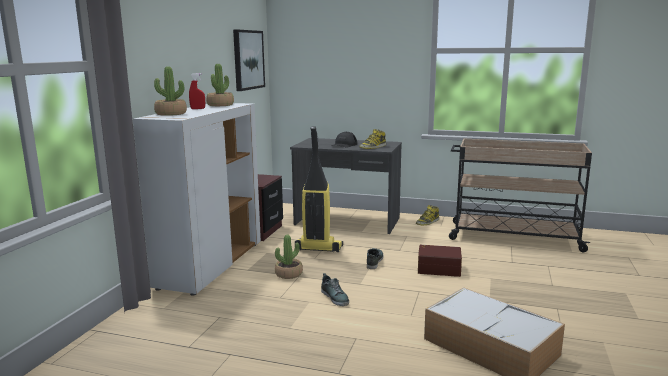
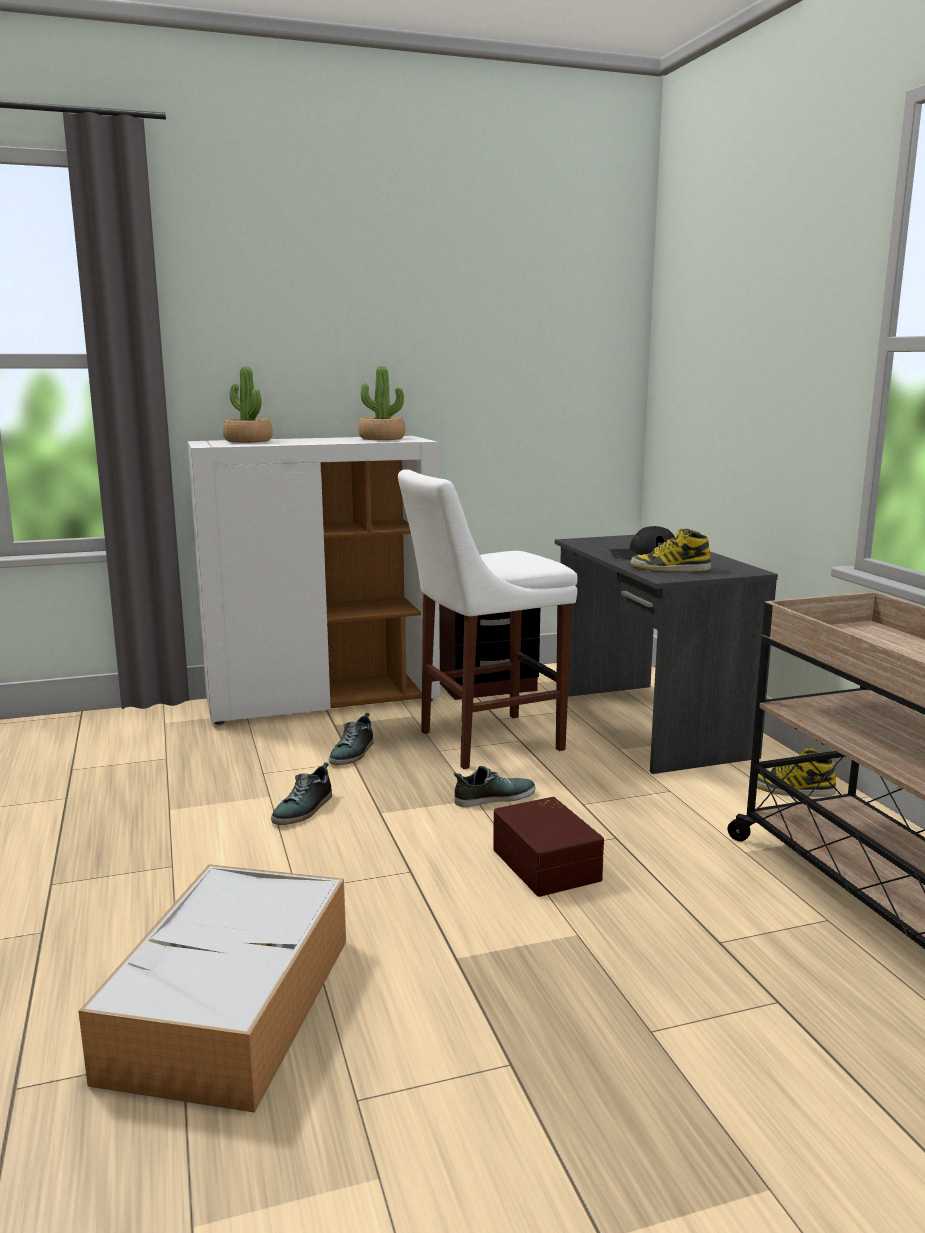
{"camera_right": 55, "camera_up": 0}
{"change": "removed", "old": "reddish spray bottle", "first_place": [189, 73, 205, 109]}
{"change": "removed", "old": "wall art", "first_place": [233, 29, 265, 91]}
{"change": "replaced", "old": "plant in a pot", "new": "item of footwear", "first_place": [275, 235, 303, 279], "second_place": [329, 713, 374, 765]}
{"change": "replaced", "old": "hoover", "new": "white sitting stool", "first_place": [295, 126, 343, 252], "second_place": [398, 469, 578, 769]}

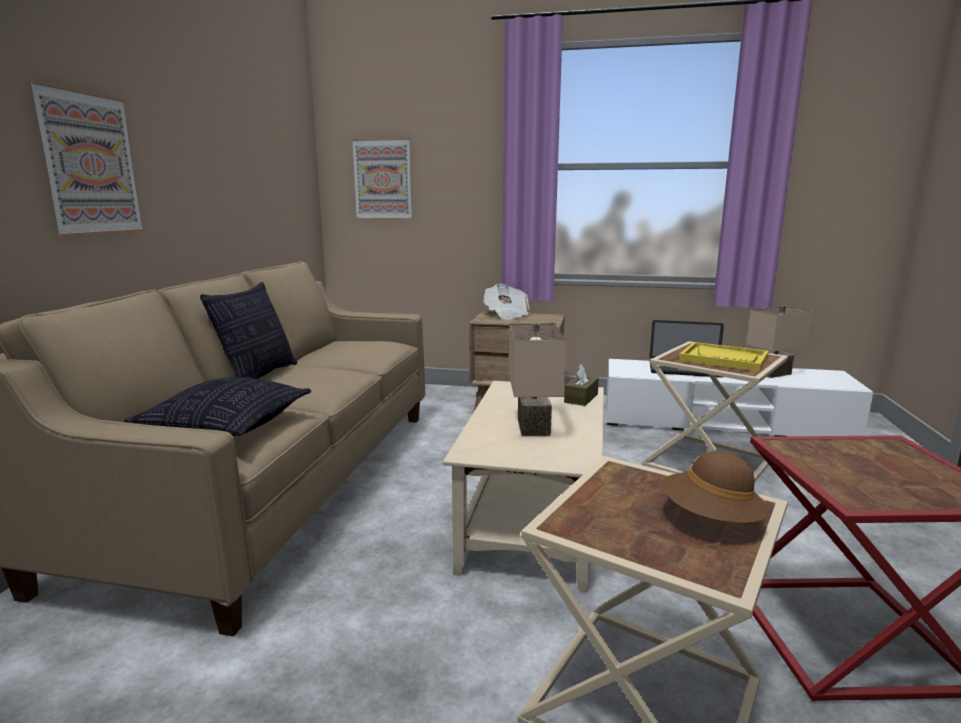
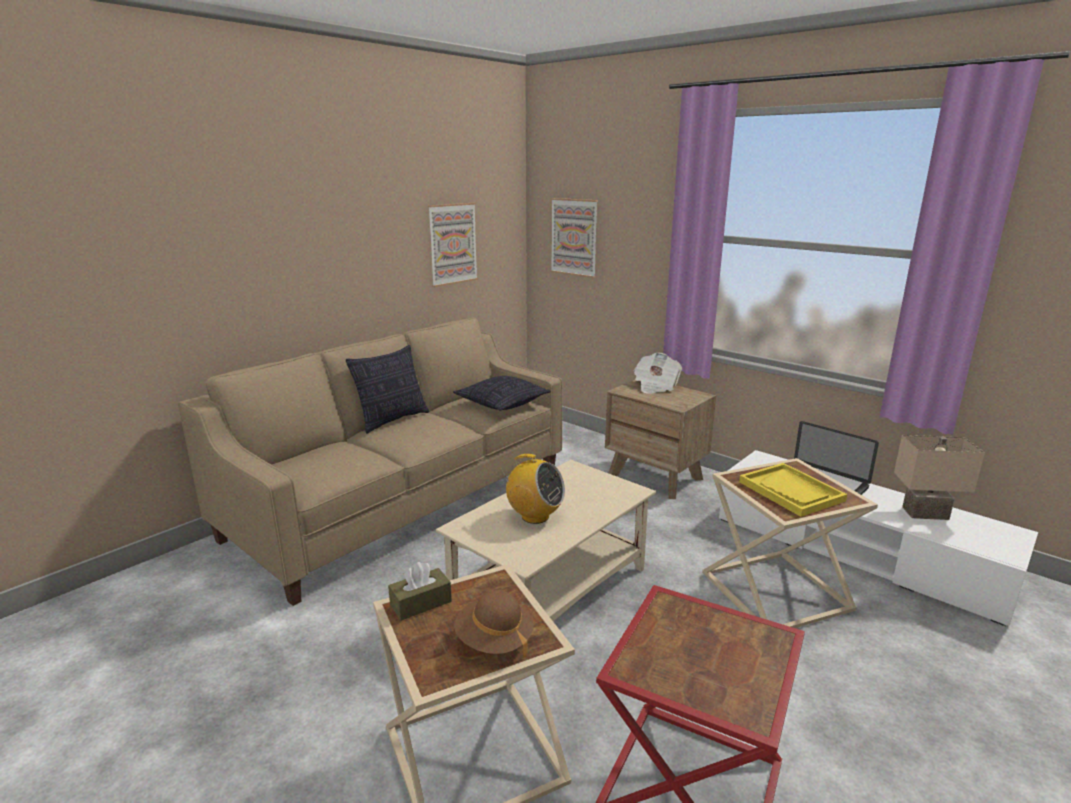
{"camera_right": 30, "camera_up": 5}
{"change": "moved", "old": "wall art", "first_place": [28, 80, 145, 237], "second_place": [428, 203, 478, 287]}
{"change": "moved", "old": "pillow", "first_place": [124, 377, 311, 436], "second_place": [453, 376, 551, 410]}
{"change": "replaced", "old": "beige table lamp", "new": "radio receiver", "first_place": [509, 323, 567, 436], "second_place": [500, 454, 565, 524]}
{"change": "moved", "old": "brownish tissue box", "first_place": [564, 364, 599, 406], "second_place": [388, 562, 452, 621]}

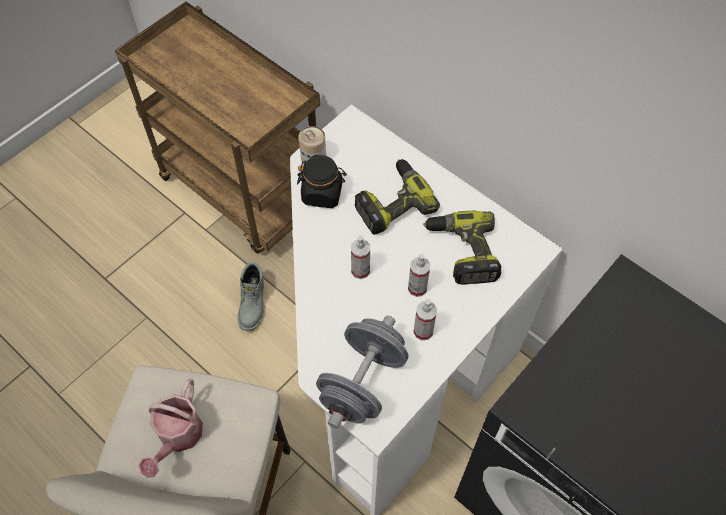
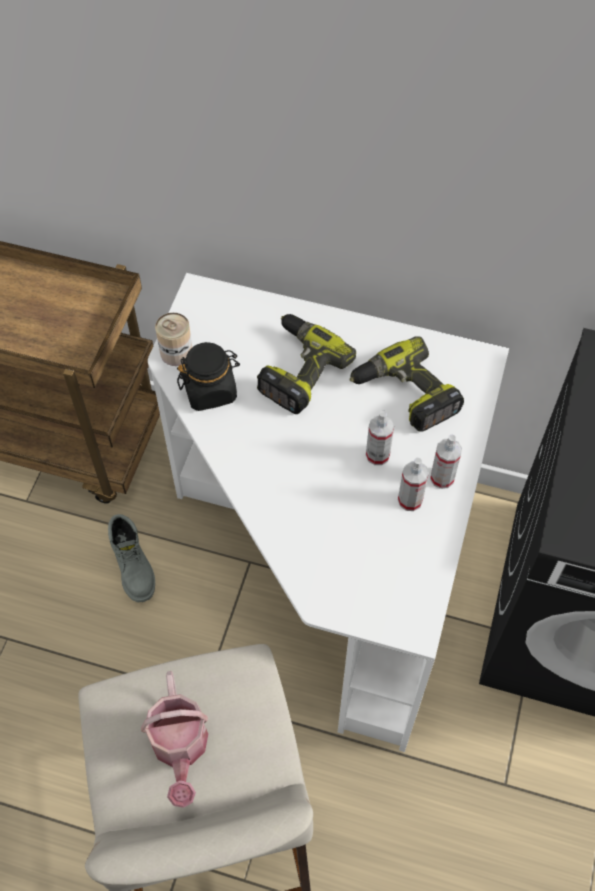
{"camera_right": -25, "camera_up": 0}
{"change": "removed", "old": "gray dumbbell", "first_place": [316, 315, 408, 429]}
{"change": "moved", "old": "spray bottle", "first_place": [351, 235, 370, 279], "second_place": [430, 435, 462, 489]}

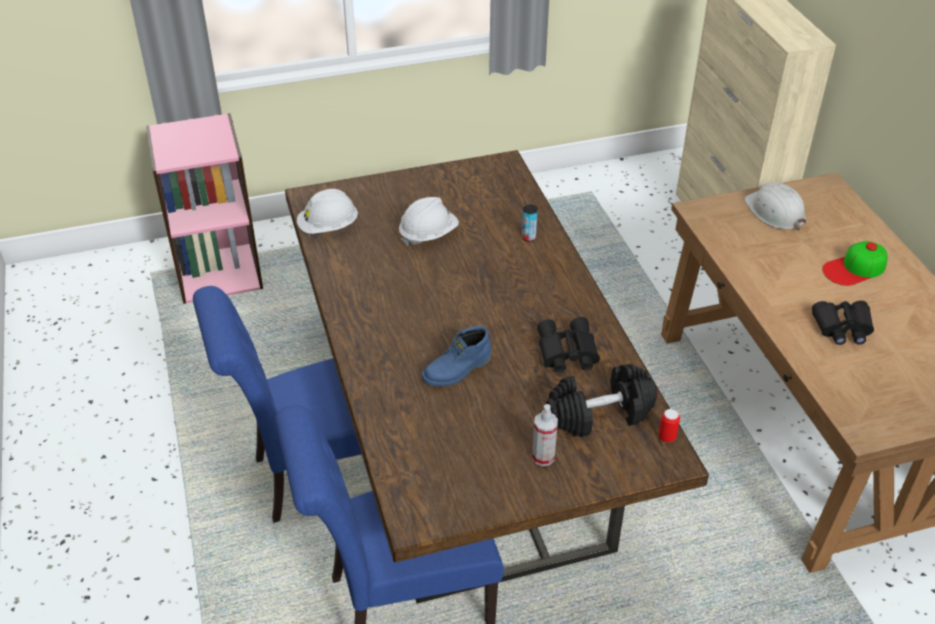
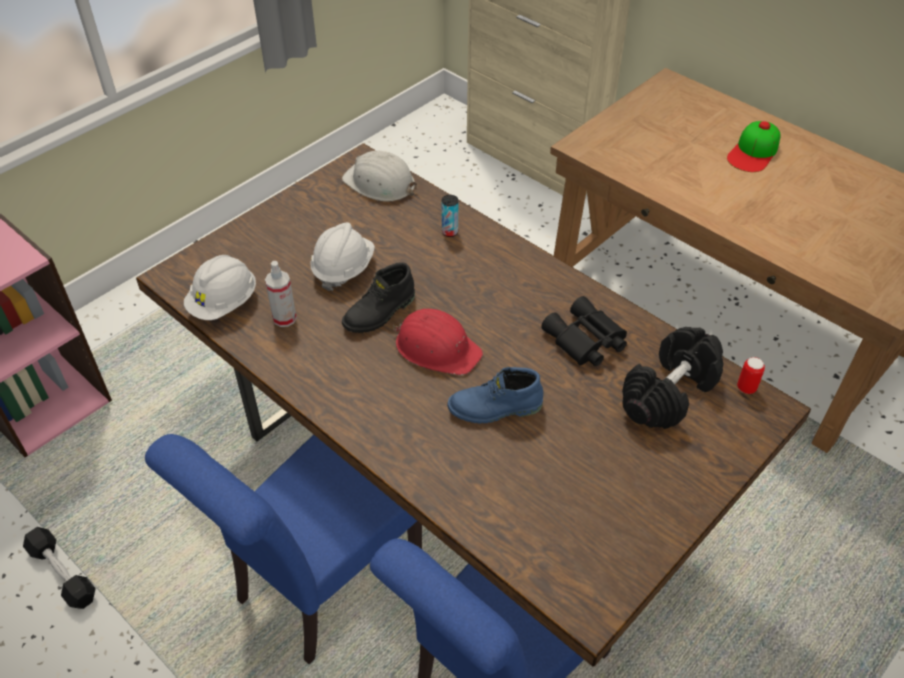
{"camera_right": -30, "camera_up": 5}
{"change": "turned", "old": "blue high-top boot", "first_place": [422, 326, 491, 387], "second_place": [447, 367, 543, 423], "degrees": 60}
{"change": "moved", "old": "spray bottle", "first_place": [532, 404, 558, 466], "second_place": [265, 261, 297, 327]}
{"change": "moved", "old": "white work helmet", "first_place": [744, 183, 806, 230], "second_place": [342, 150, 418, 202]}
{"change": "removed", "old": "blackish binoculars", "first_place": [812, 301, 874, 345]}
{"change": "added", "new": "blackish dumbbell", "second_place": [23, 527, 95, 609]}
{"change": "added", "new": "blackish high-top boot", "second_place": [342, 262, 415, 333]}
{"change": "added", "new": "reddish work helmet", "second_place": [393, 309, 483, 375]}

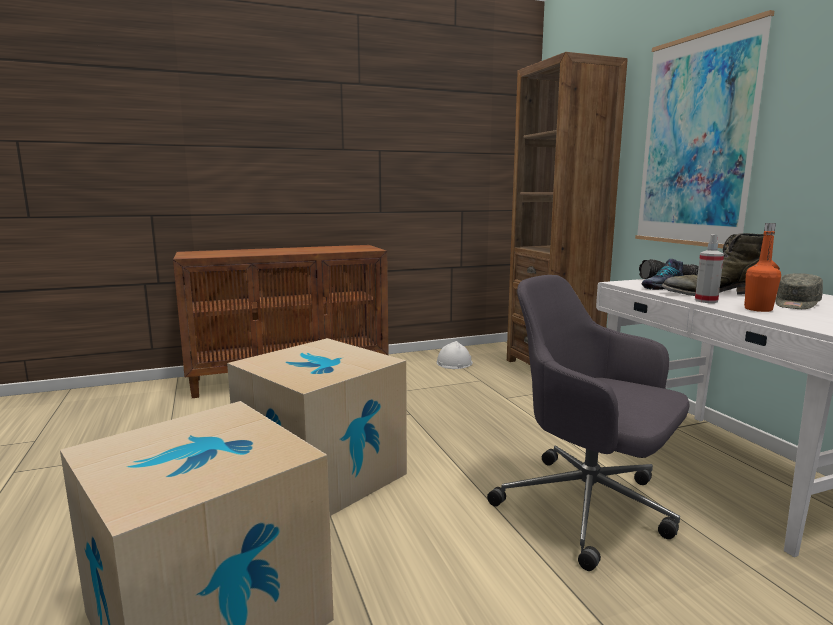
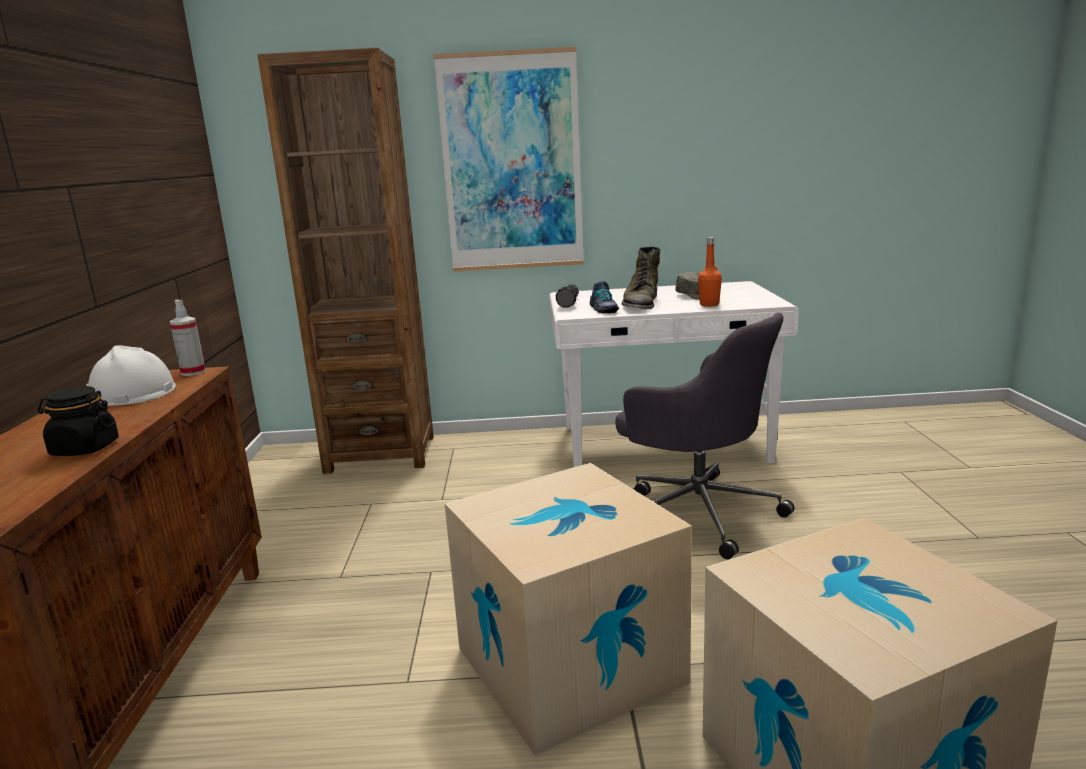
{"camera_right": -70, "camera_up": 5}
{"change": "moved", "old": "white work helmet", "first_place": [437, 341, 473, 369], "second_place": [86, 345, 176, 406]}
{"change": "turned", "old": "gray office chair", "first_place": [487, 275, 690, 571], "second_place": [615, 313, 795, 560], "degrees": -105}
{"change": "moved", "old": "spray bottle", "first_place": [695, 234, 724, 303], "second_place": [170, 300, 206, 376]}
{"change": "added", "new": "blackish jar", "second_place": [38, 386, 119, 456]}

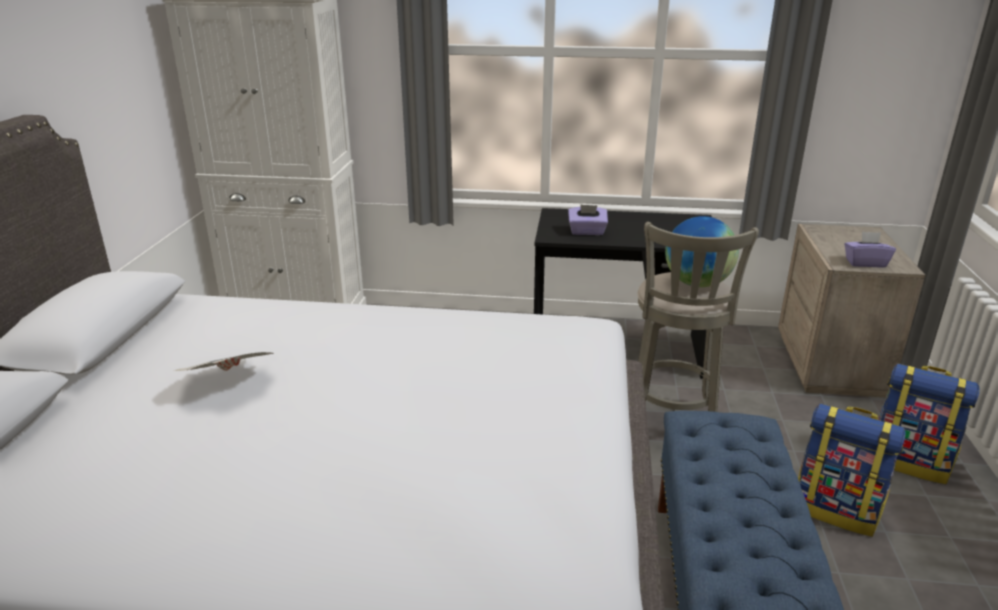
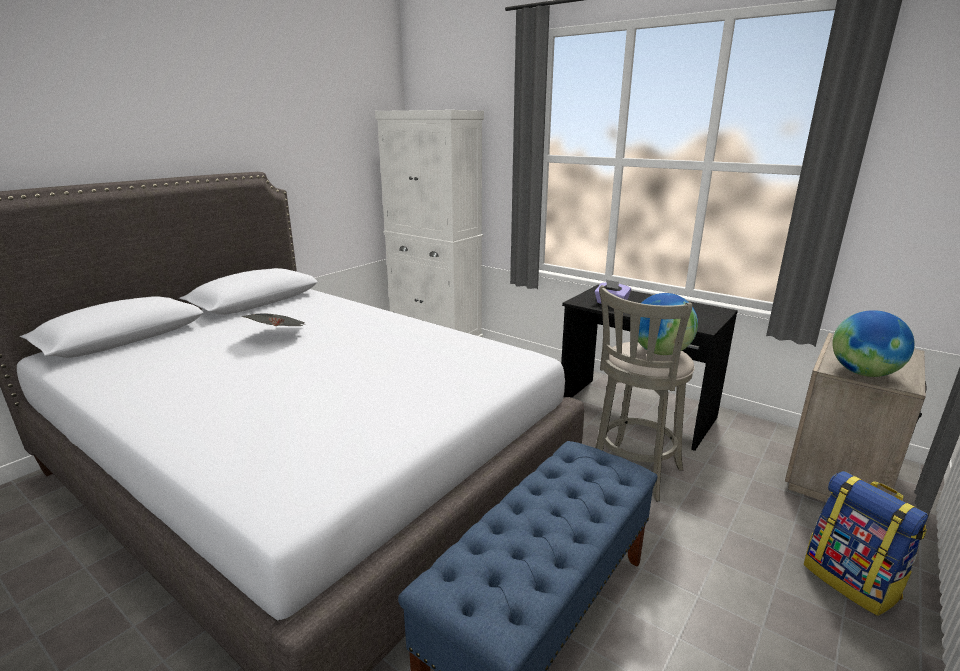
{"camera_right": 30, "camera_up": -5}
{"change": "removed", "old": "backpack", "first_place": [798, 403, 905, 537]}
{"change": "replaced", "old": "purple-coloured tissue box", "new": "globe", "first_place": [845, 231, 896, 268], "second_place": [832, 310, 915, 377]}

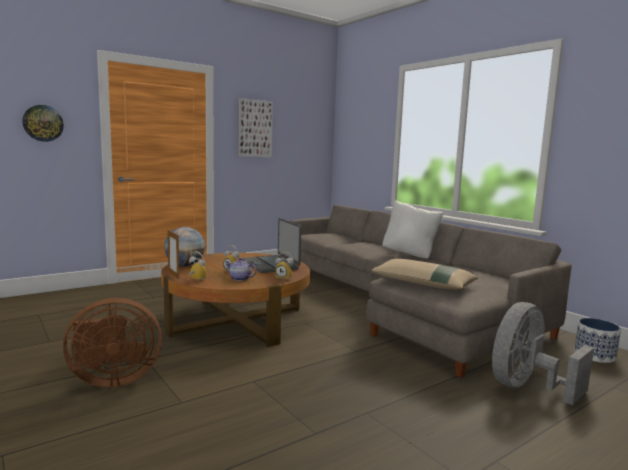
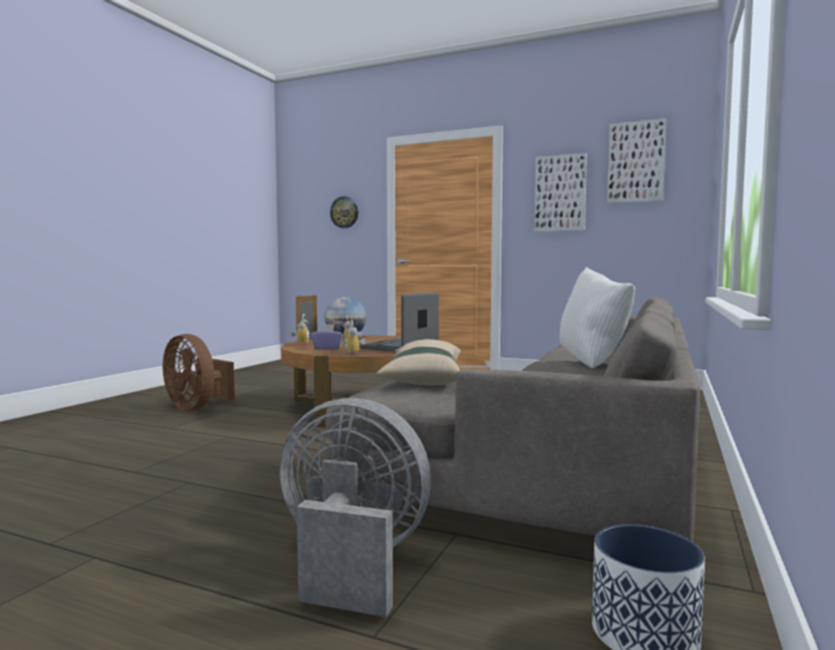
{"camera_right": 60, "camera_up": -5}
{"change": "replaced", "old": "pot for tea", "new": "purple-coloured tissue box", "first_place": [225, 258, 257, 281], "second_place": [311, 324, 343, 349]}
{"change": "added", "new": "wall art", "second_place": [607, 118, 666, 203]}

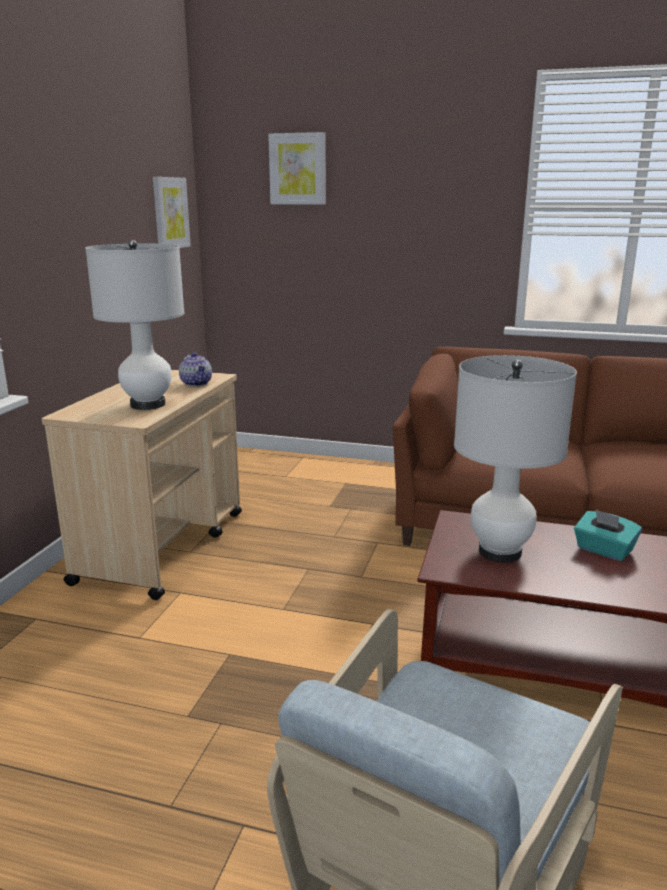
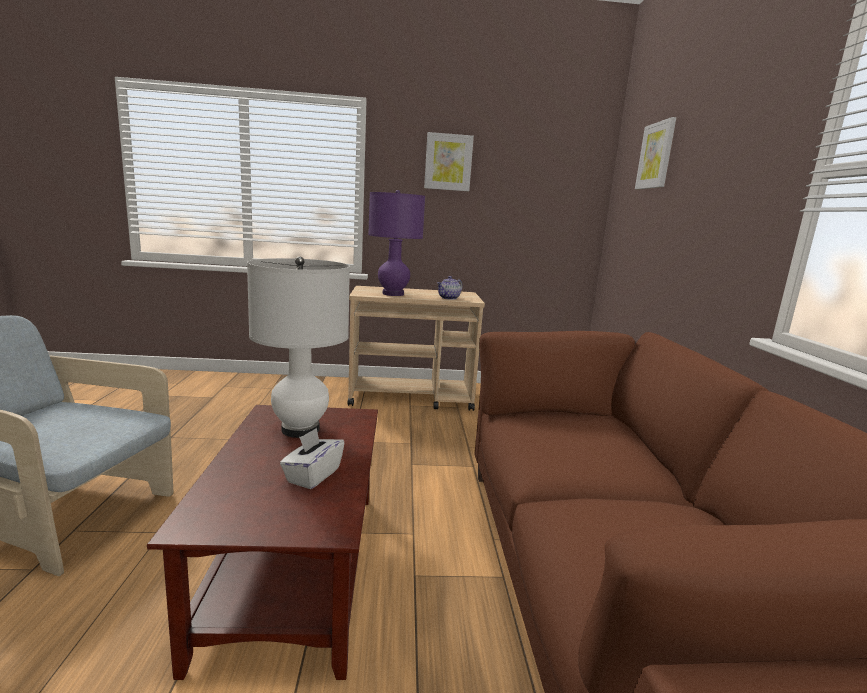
{"camera_right": 70, "camera_up": -5}
{"change": "recoloured", "old": "white table lamp", "new": "purple-coloured table lamp", "first_place": [85, 240, 185, 410], "second_place": [368, 190, 425, 296]}
{"change": "moved", "old": "wall art", "first_place": [153, 177, 191, 248], "second_place": [424, 132, 474, 191]}
{"change": "recoloured", "old": "turquoise tissue box", "new": "white tissue box", "first_place": [574, 510, 642, 561], "second_place": [280, 428, 344, 489]}

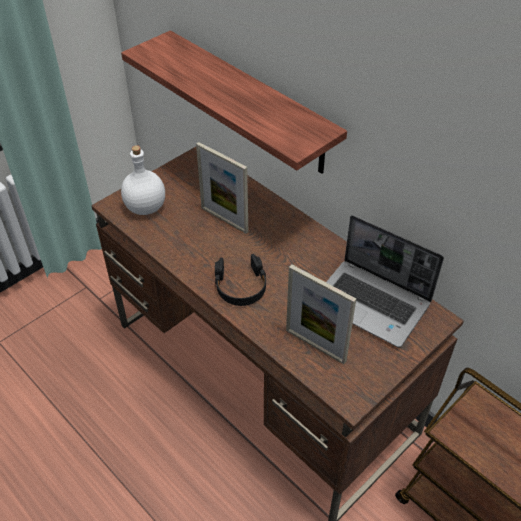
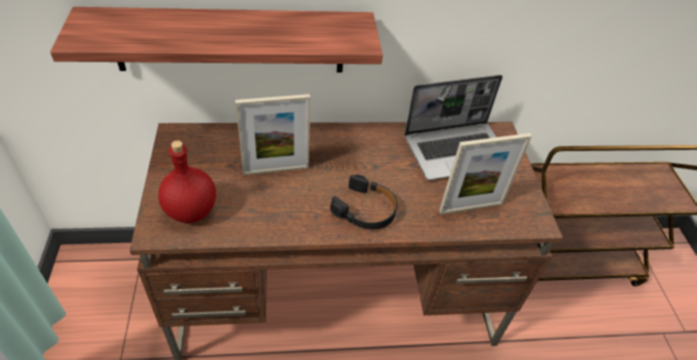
{"camera_right": -55, "camera_up": 0}
{"change": "recoloured", "old": "white bottle", "new": "reddish bottle", "first_place": [121, 145, 165, 215], "second_place": [158, 140, 216, 223]}

